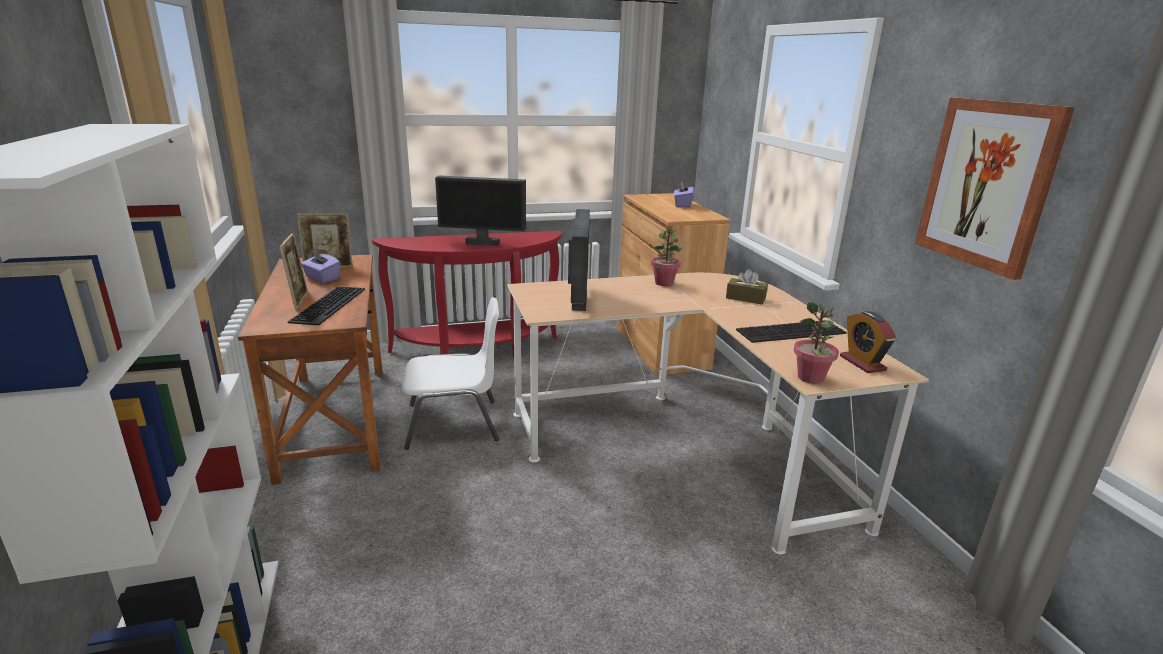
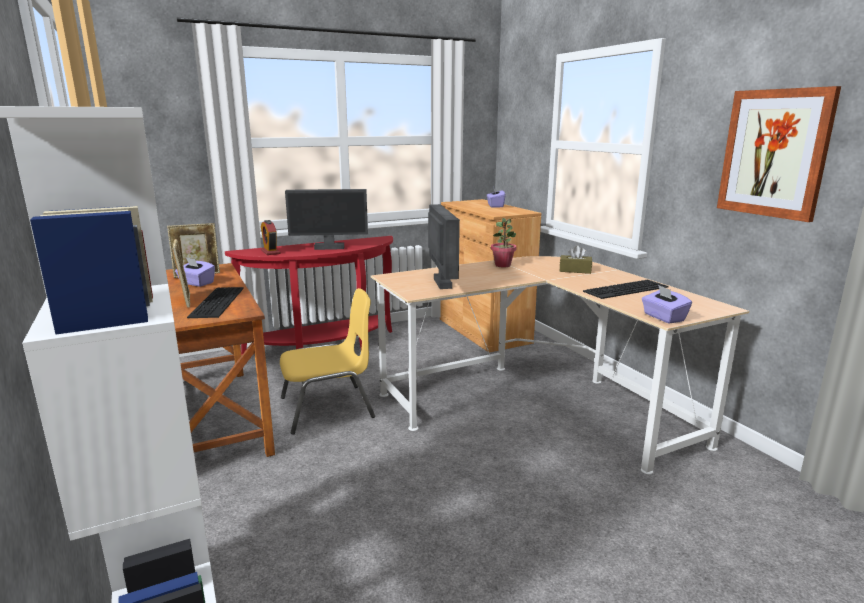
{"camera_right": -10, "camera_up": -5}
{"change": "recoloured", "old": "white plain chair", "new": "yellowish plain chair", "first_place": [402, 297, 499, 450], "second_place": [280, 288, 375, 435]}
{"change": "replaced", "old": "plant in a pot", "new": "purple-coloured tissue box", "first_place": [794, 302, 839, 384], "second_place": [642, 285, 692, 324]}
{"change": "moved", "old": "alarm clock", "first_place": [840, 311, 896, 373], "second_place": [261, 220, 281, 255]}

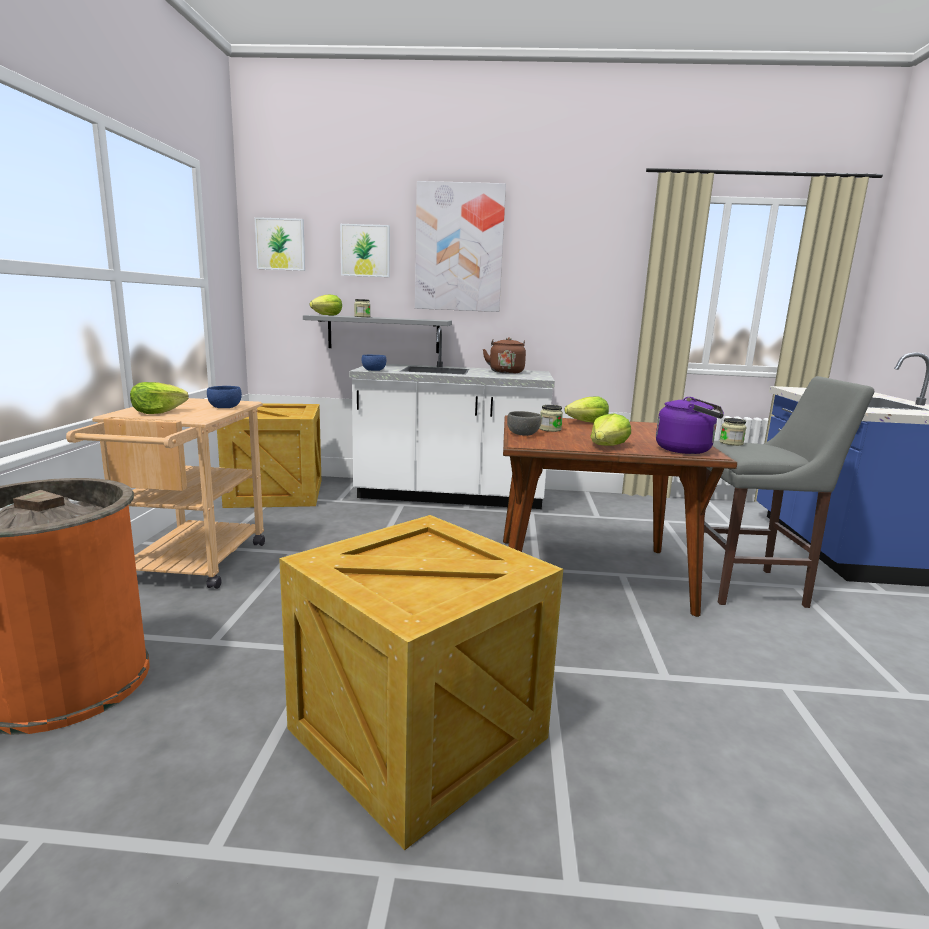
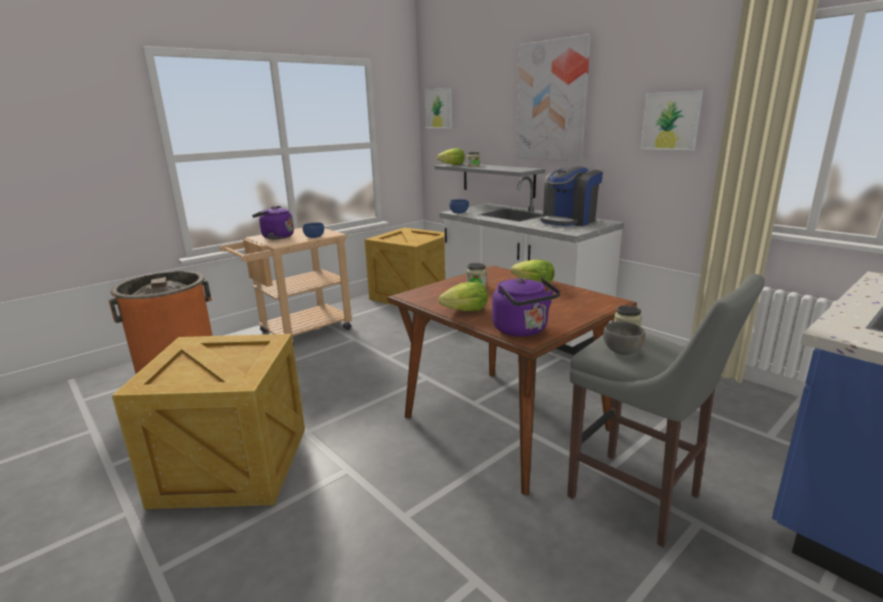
{"camera_right": 45, "camera_up": 5}
{"change": "replaced", "old": "head of lettuce", "new": "purple-coloured kettle", "first_place": [130, 382, 188, 414], "second_place": [252, 206, 294, 239]}
{"change": "moved", "old": "wall art", "first_place": [340, 224, 390, 277], "second_place": [640, 91, 703, 151]}
{"change": "replaced", "old": "brownish kettle", "new": "coffee machine", "first_place": [483, 337, 526, 374], "second_place": [541, 166, 603, 226]}
{"change": "moved", "old": "gray serving bowl", "first_place": [507, 411, 541, 436], "second_place": [603, 322, 645, 355]}

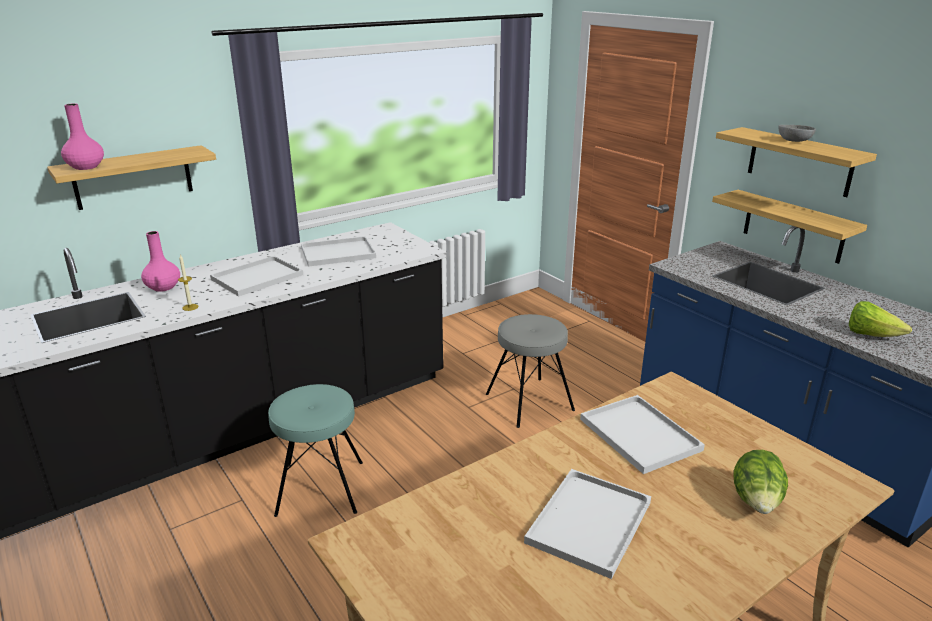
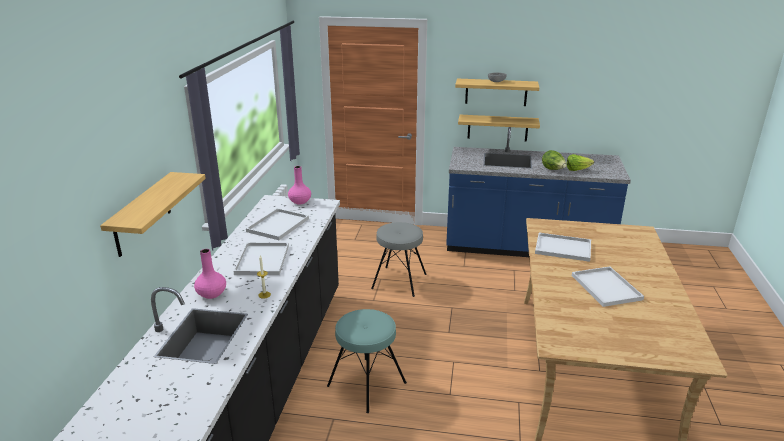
{"camera_right": -45, "camera_up": 0}
{"change": "moved", "old": "pinkish vase", "first_place": [61, 103, 104, 170], "second_place": [288, 166, 311, 204]}
{"change": "moved", "old": "head of lettuce", "first_place": [733, 450, 788, 514], "second_place": [542, 150, 567, 170]}

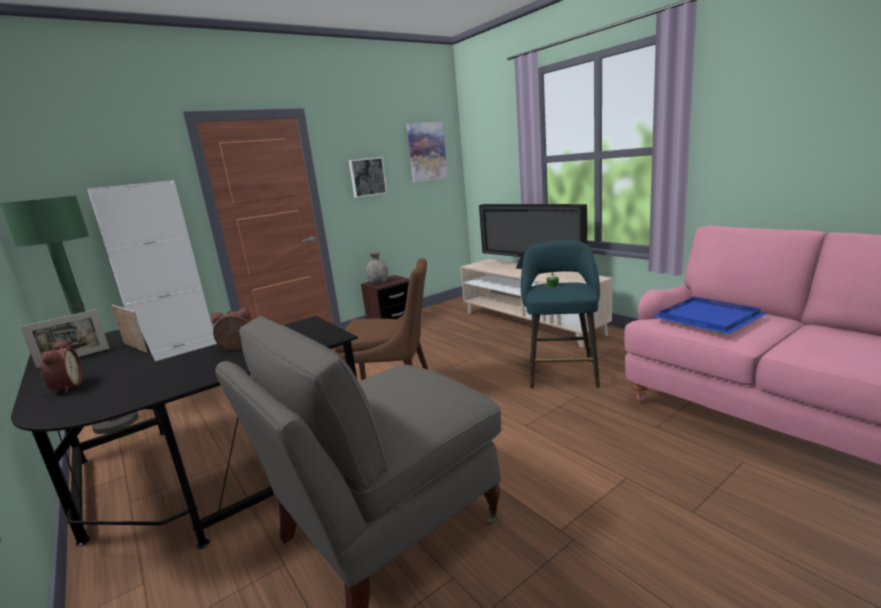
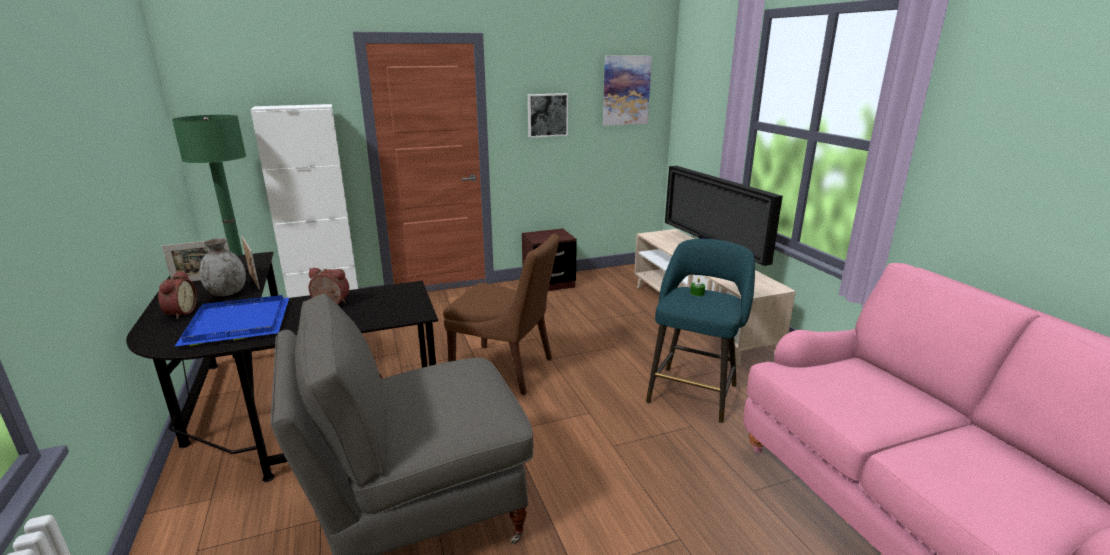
{"camera_right": 15, "camera_up": 5}
{"change": "moved", "old": "gray vase", "first_place": [366, 252, 388, 284], "second_place": [199, 238, 246, 296]}
{"change": "moved", "old": "blue serving tray", "first_place": [652, 297, 767, 334], "second_place": [174, 295, 289, 347]}

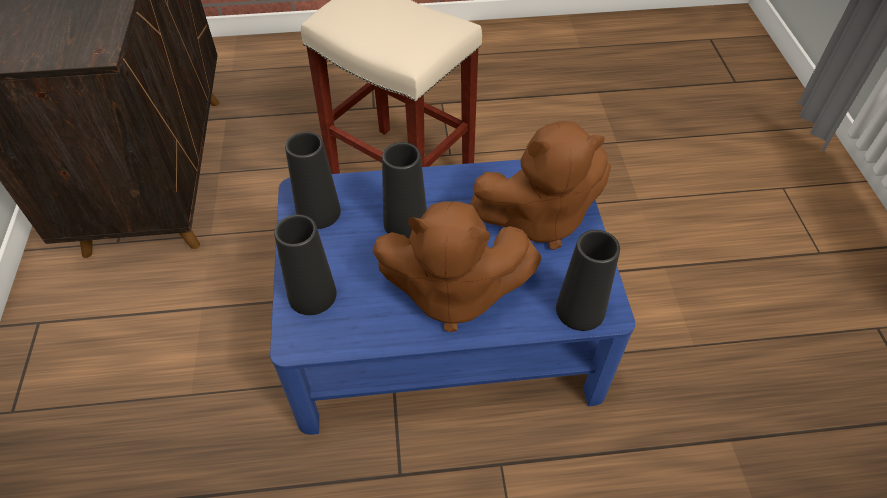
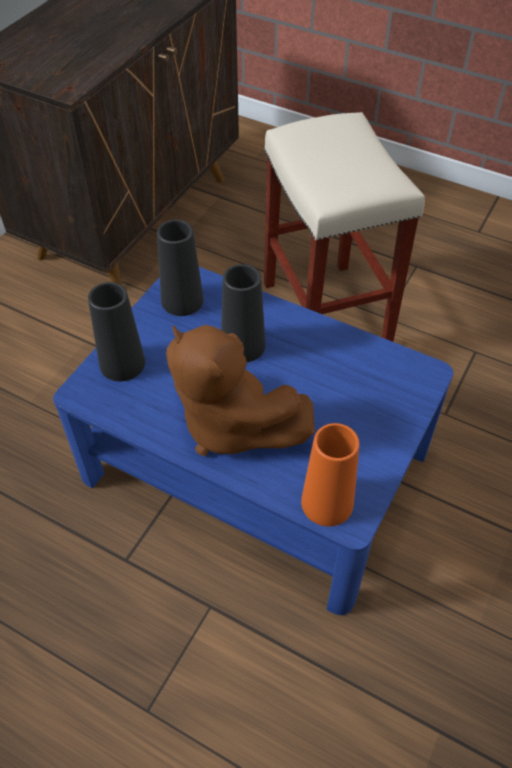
{"camera_right": 35, "camera_up": 0}
{"change": "removed", "old": "brownish cuddly toy", "first_place": [470, 121, 611, 250]}
{"change": "recoloured", "old": "blackish vase", "new": "orangey vase", "first_place": [556, 230, 620, 331], "second_place": [301, 423, 360, 526]}

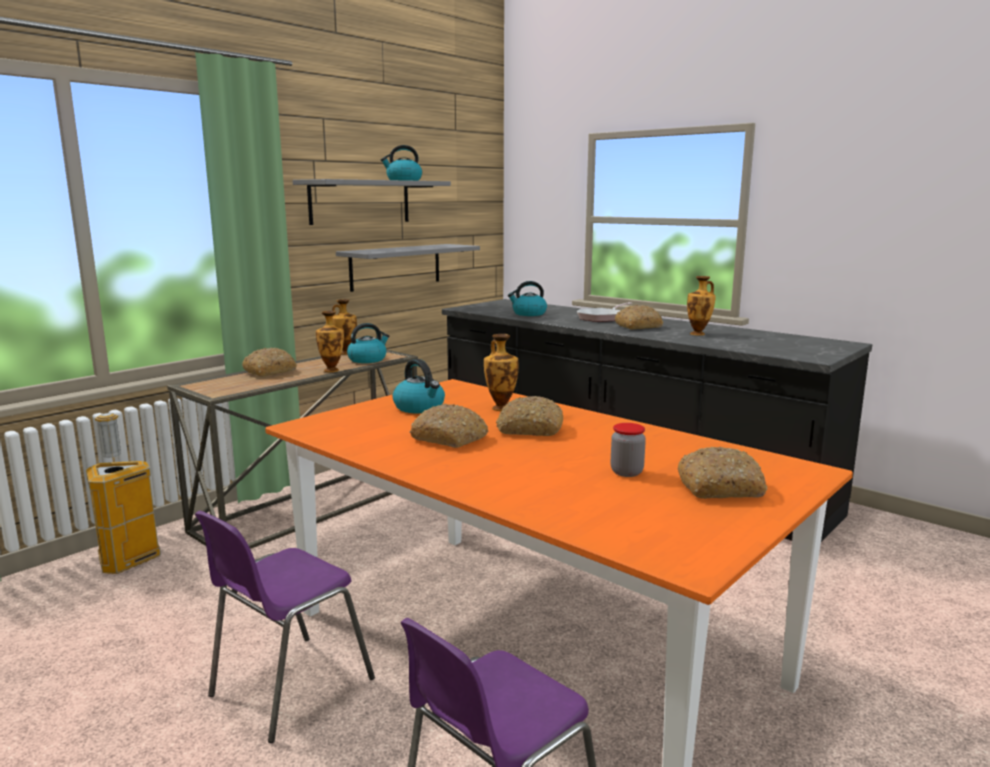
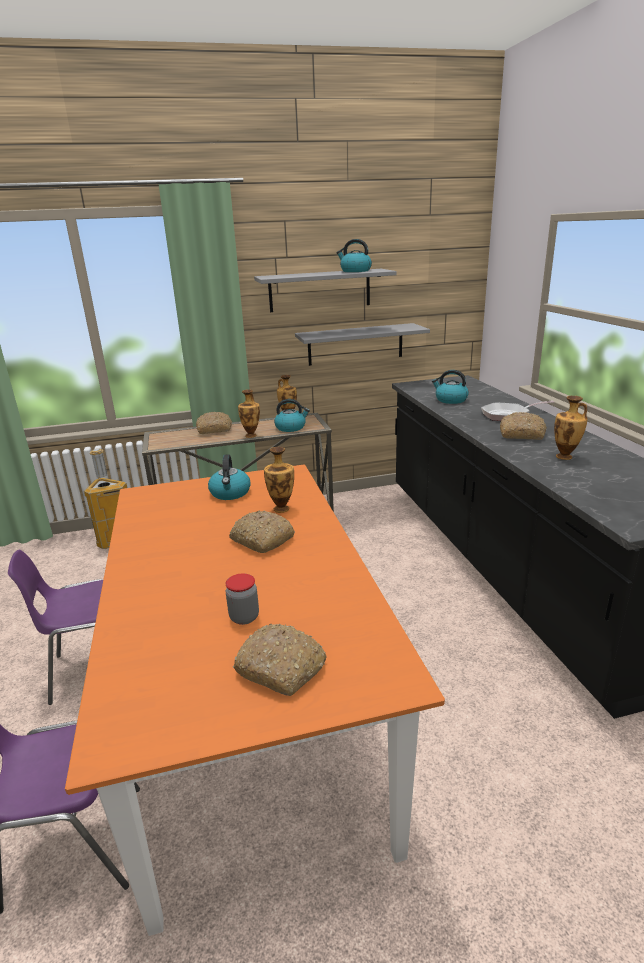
{"camera_right": 35, "camera_up": 10}
{"change": "removed", "old": "bread", "first_place": [409, 404, 488, 448]}

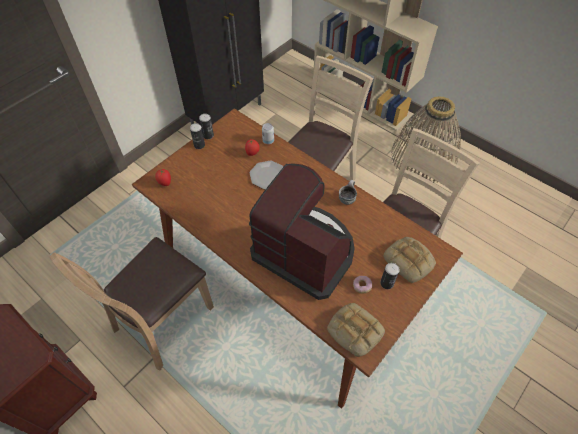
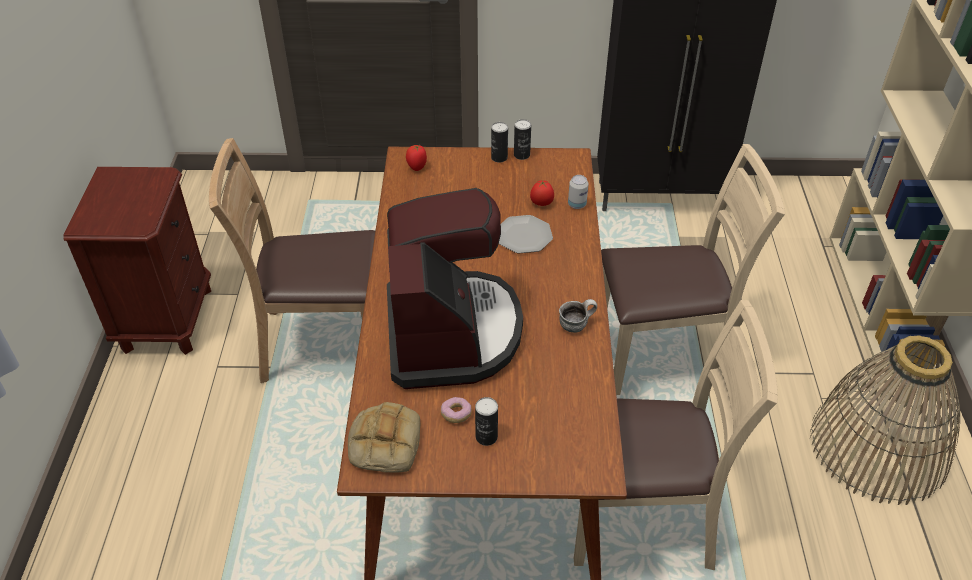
{"camera_right": 50, "camera_up": -10}
{"change": "removed", "old": "bread", "first_place": [383, 237, 436, 283]}

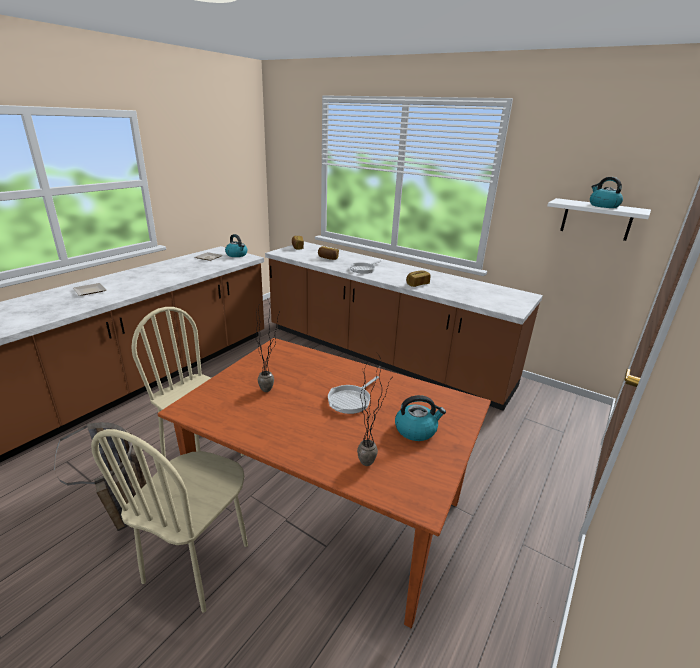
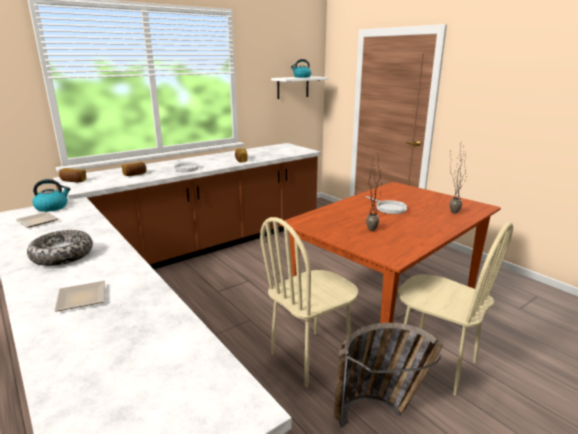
{"camera_right": -70, "camera_up": -5}
{"change": "removed", "old": "kettle", "first_place": [395, 395, 446, 441]}
{"change": "added", "new": "serving bowl", "second_place": [27, 230, 93, 266]}

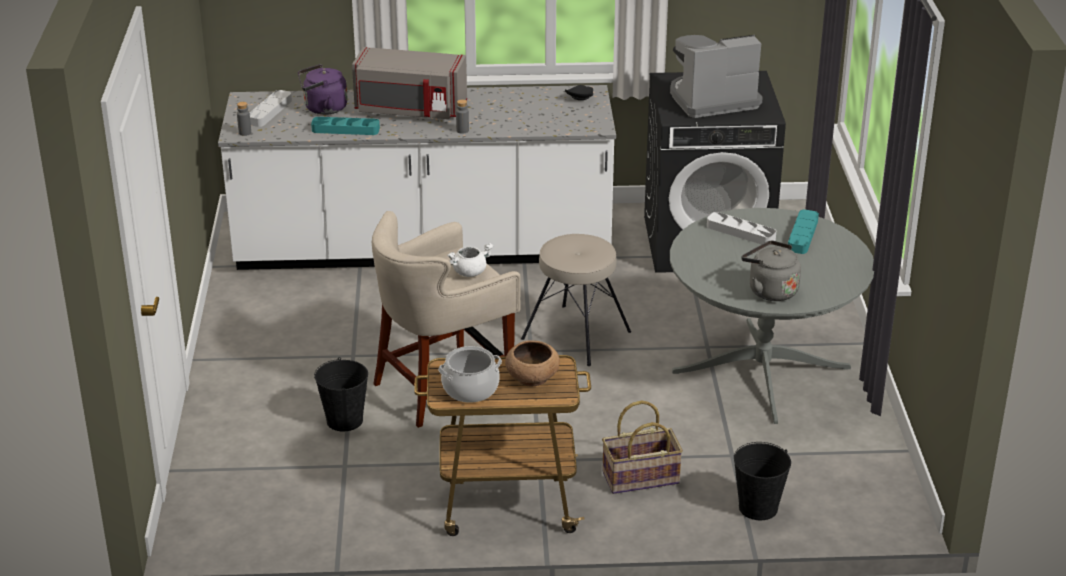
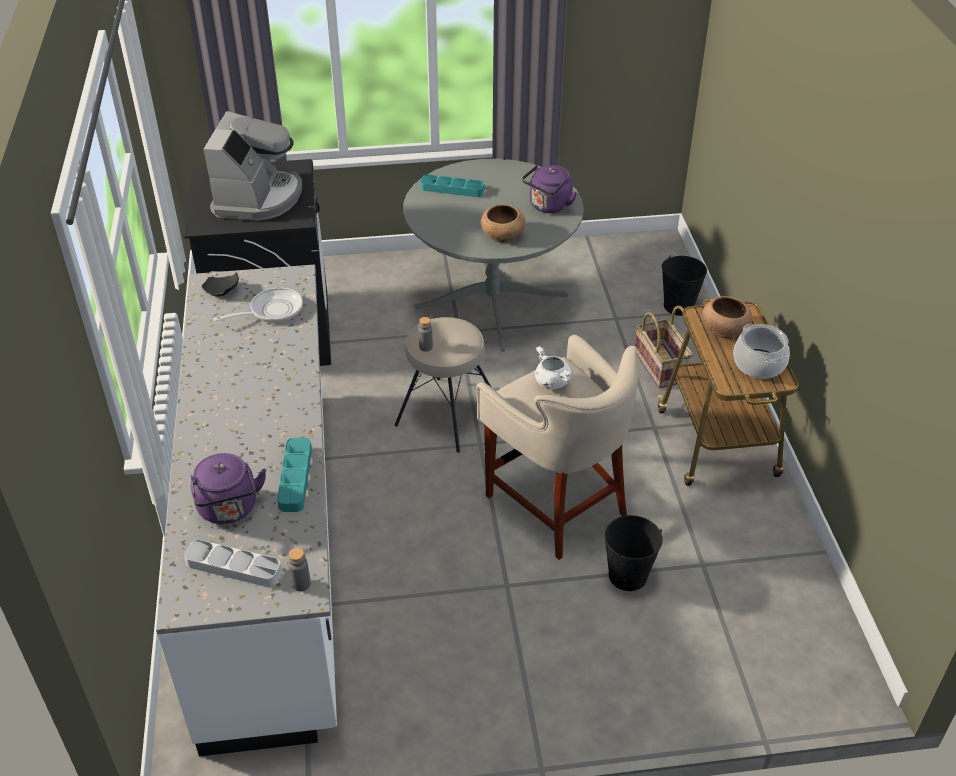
{"camera_right": -95, "camera_up": 10}
{"change": "removed", "old": "gray microwave oven", "first_place": [352, 47, 467, 119]}
{"change": "moved", "old": "gray bottle", "first_place": [456, 99, 469, 134], "second_place": [418, 317, 433, 352]}
{"change": "turned", "old": "coffee machine", "first_place": [670, 35, 763, 118], "second_place": [203, 111, 302, 221], "degrees": -150}
{"change": "removed", "old": "gray serving tray", "first_place": [707, 212, 776, 245]}
{"change": "recoloured", "old": "gray kettle", "new": "purple-coloured kettle", "first_place": [741, 241, 801, 301], "second_place": [522, 165, 577, 213]}
{"change": "added", "new": "skillet", "second_place": [214, 288, 303, 322]}
{"change": "added", "new": "brownish serving bowl", "second_place": [481, 205, 526, 243]}

